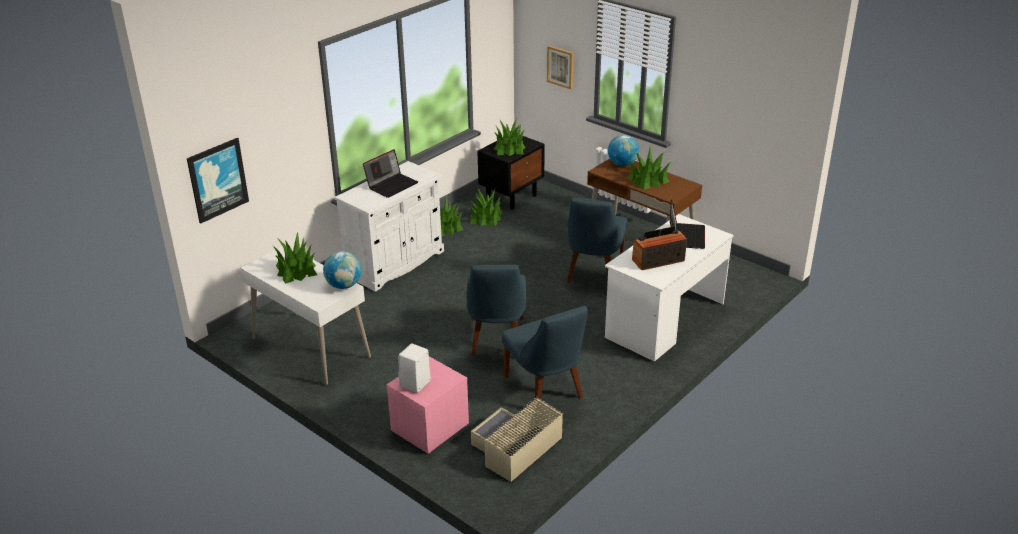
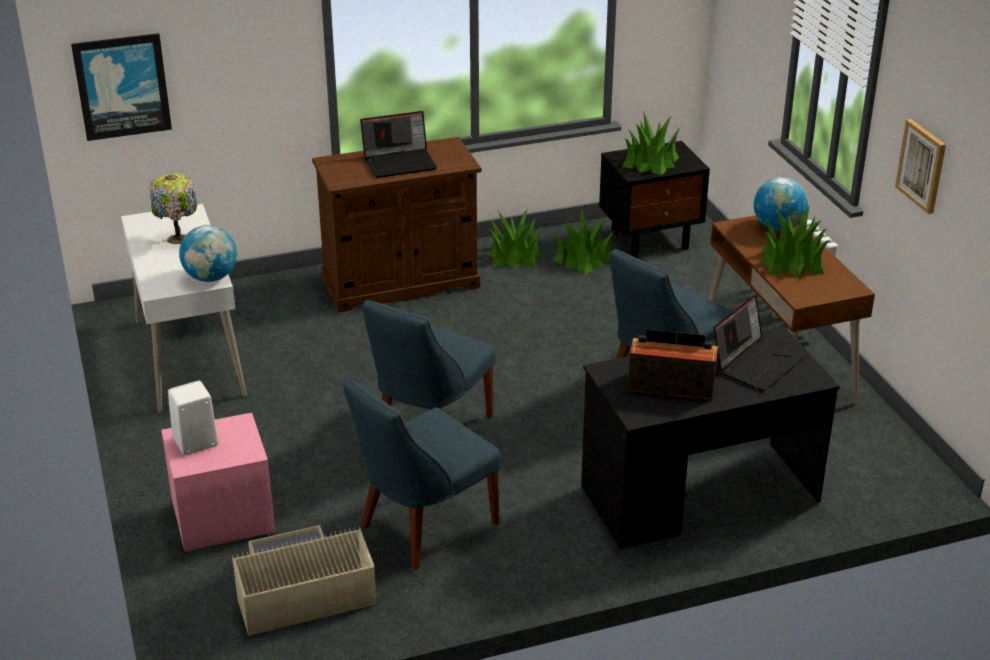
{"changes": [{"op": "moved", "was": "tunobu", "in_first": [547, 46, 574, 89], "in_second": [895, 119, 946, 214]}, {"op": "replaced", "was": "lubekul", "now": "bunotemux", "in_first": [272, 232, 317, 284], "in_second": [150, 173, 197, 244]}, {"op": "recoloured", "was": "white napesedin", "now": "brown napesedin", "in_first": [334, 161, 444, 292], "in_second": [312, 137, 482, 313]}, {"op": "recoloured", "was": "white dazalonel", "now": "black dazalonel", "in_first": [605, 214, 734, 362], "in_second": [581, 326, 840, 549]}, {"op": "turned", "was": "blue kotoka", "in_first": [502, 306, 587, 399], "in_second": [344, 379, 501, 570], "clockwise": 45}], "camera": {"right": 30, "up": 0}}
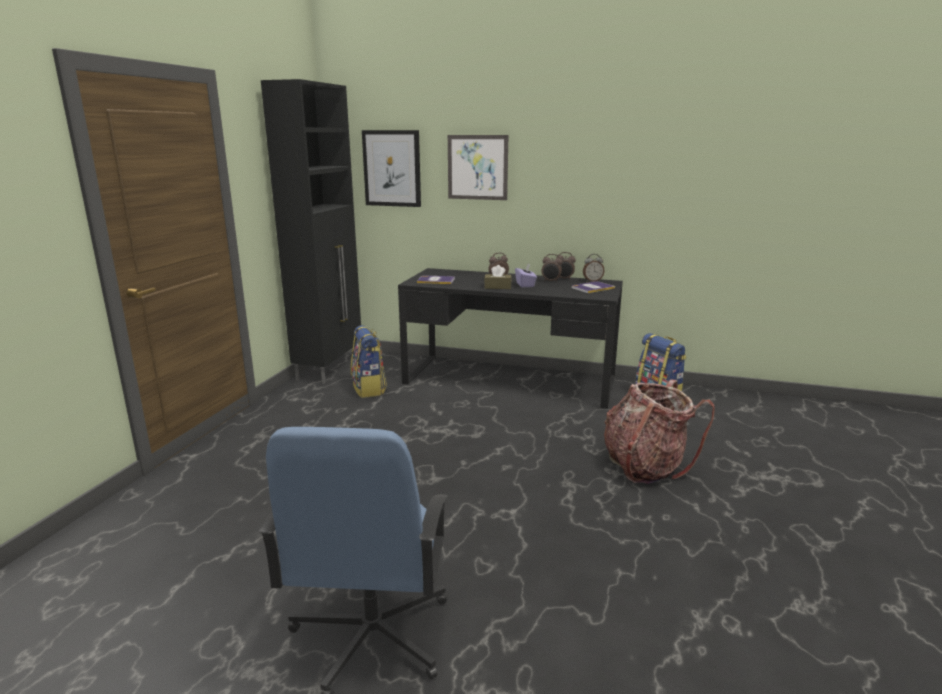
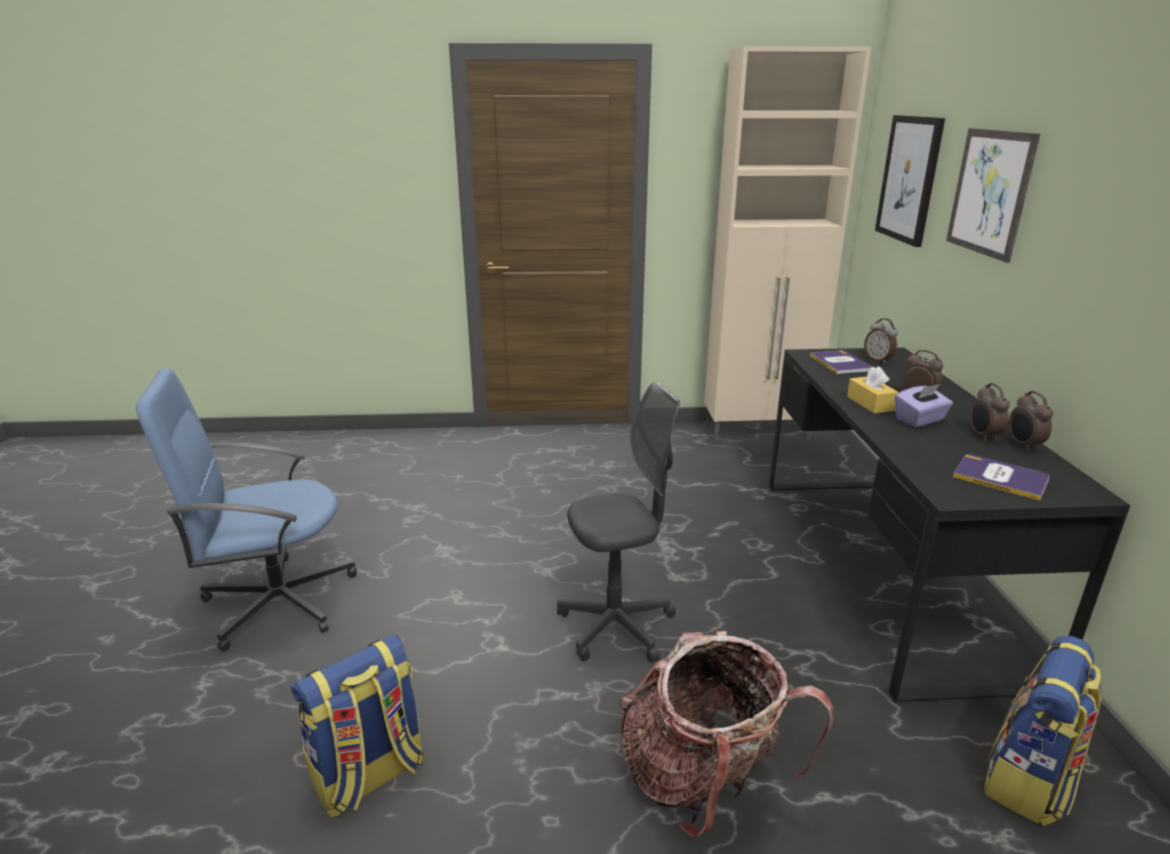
{"changes": [{"op": "added", "now": "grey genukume", "in_second": [557, 382, 680, 663]}, {"op": "moved", "was": "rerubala", "in_first": [351, 325, 387, 398], "in_second": [291, 635, 425, 818]}, {"op": "moved", "was": "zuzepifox", "in_first": [583, 254, 605, 282], "in_second": [864, 318, 898, 364]}, {"op": "recoloured", "was": "black napesedin", "now": "beige napesedin", "in_first": [261, 79, 361, 384], "in_second": [704, 46, 871, 442]}, {"op": "recoloured", "was": "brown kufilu", "now": "yellow kufilu", "in_first": [484, 265, 512, 289], "in_second": [847, 366, 899, 413]}], "camera": {"right": 70, "up": 5}}
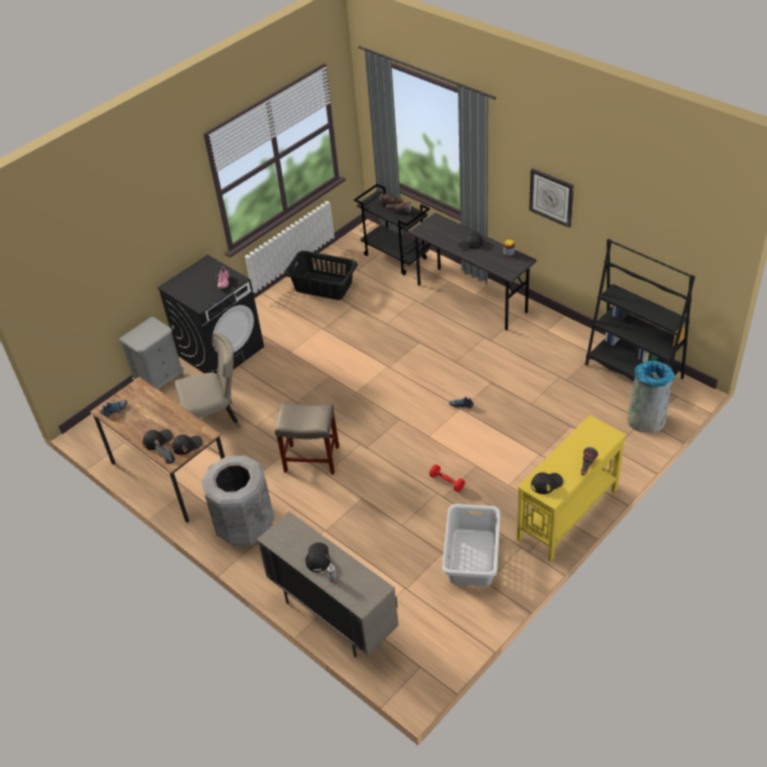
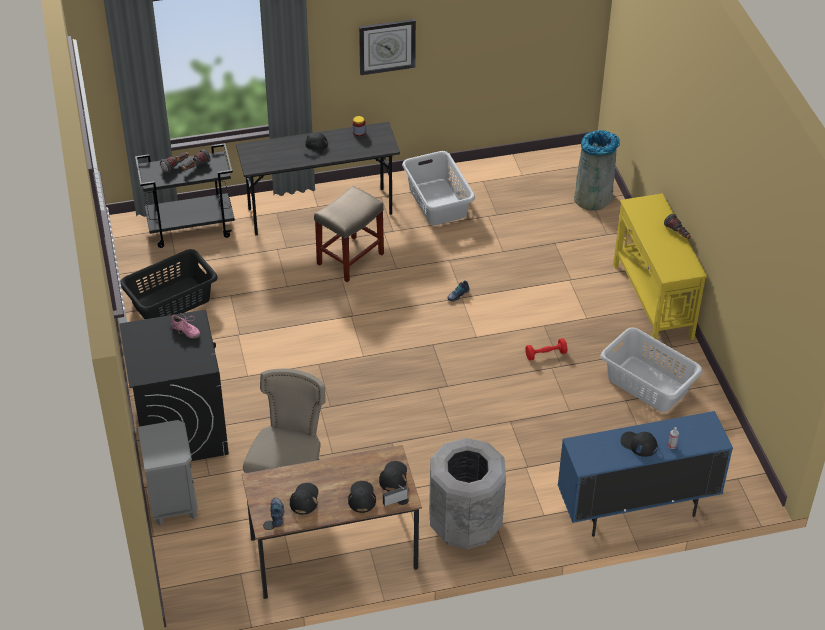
{"changes": [{"op": "removed", "was": "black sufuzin", "in_first": [585, 238, 695, 382]}, {"op": "added", "now": "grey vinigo", "in_second": [402, 151, 475, 225]}, {"op": "moved", "was": "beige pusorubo", "in_first": [275, 402, 339, 474], "in_second": [314, 186, 384, 282]}, {"op": "moved", "was": "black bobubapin", "in_first": [531, 472, 563, 494], "in_second": [290, 483, 319, 515]}, {"op": "recoloured", "was": "beige napesedin", "now": "blue napesedin", "in_first": [257, 512, 399, 658], "in_second": [558, 411, 733, 537]}], "camera": {"right": -60, "up": 0}}
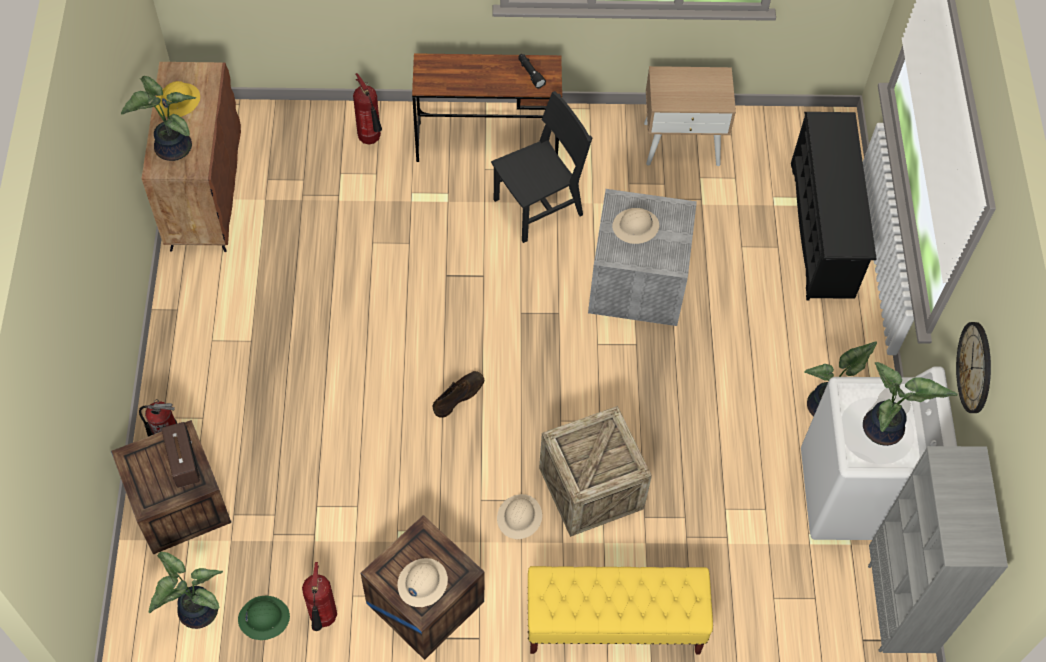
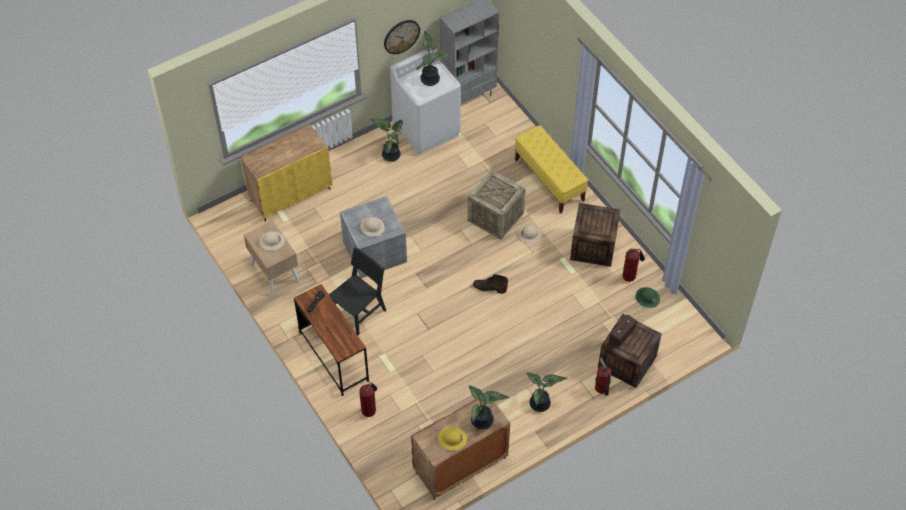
{"changes": [{"op": "moved", "was": "lubekul", "in_first": [149, 552, 223, 629], "in_second": [526, 372, 567, 412]}, {"op": "moved", "was": "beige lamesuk", "in_first": [398, 558, 448, 607], "in_second": [259, 231, 285, 251]}, {"op": "replaced", "was": "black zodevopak", "now": "yellow napesedin", "in_first": [791, 112, 876, 301], "in_second": [241, 124, 332, 221]}, {"op": "turned", "was": "black kotoka", "in_first": [491, 91, 592, 243], "in_second": [329, 247, 386, 335], "clockwise": 105}], "camera": {"right": -120, "up": -5}}
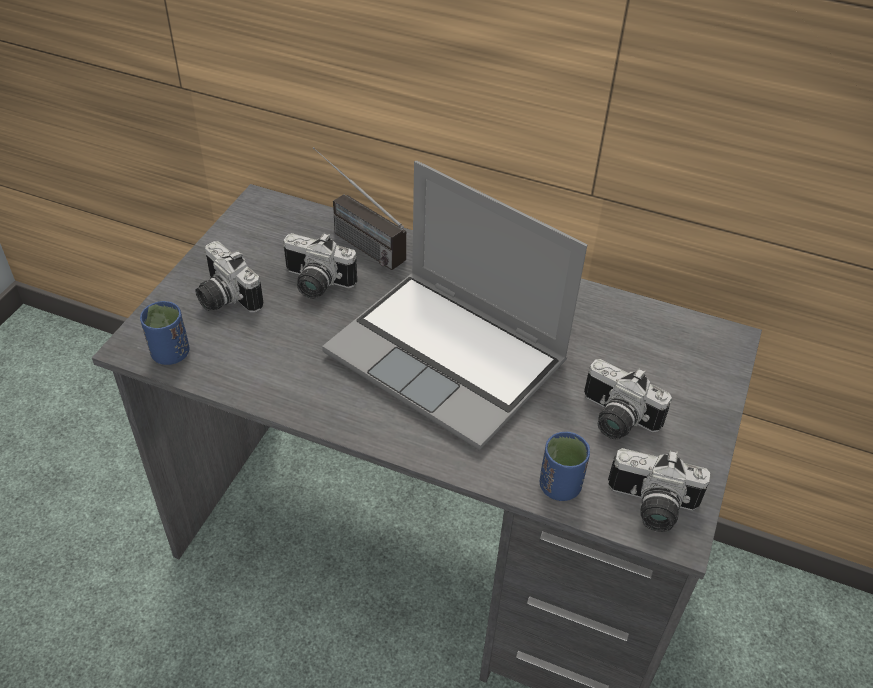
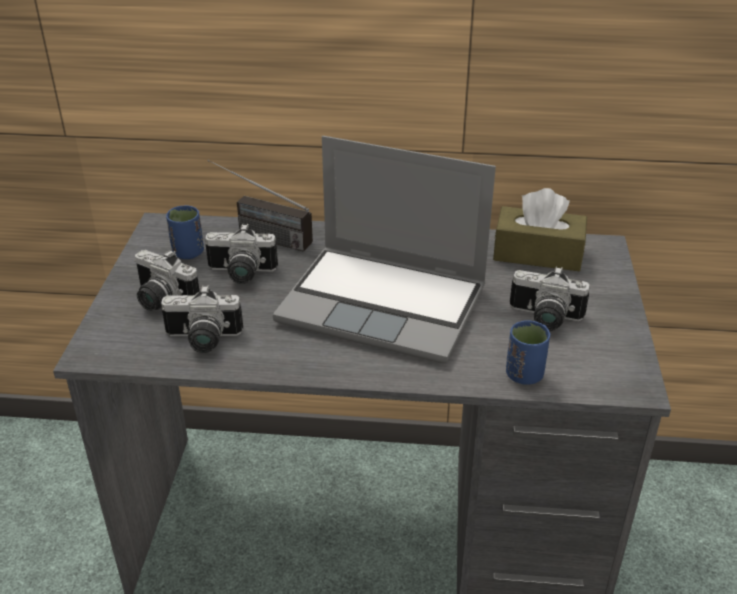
{"changes": [{"op": "added", "now": "brown kufilu", "in_second": [493, 188, 587, 271]}, {"op": "moved", "was": "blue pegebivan", "in_first": [140, 301, 190, 365], "in_second": [166, 205, 204, 259]}, {"op": "moved", "was": "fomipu", "in_first": [608, 448, 710, 532], "in_second": [161, 285, 243, 353]}], "camera": {"right": -15, "up": -10}}
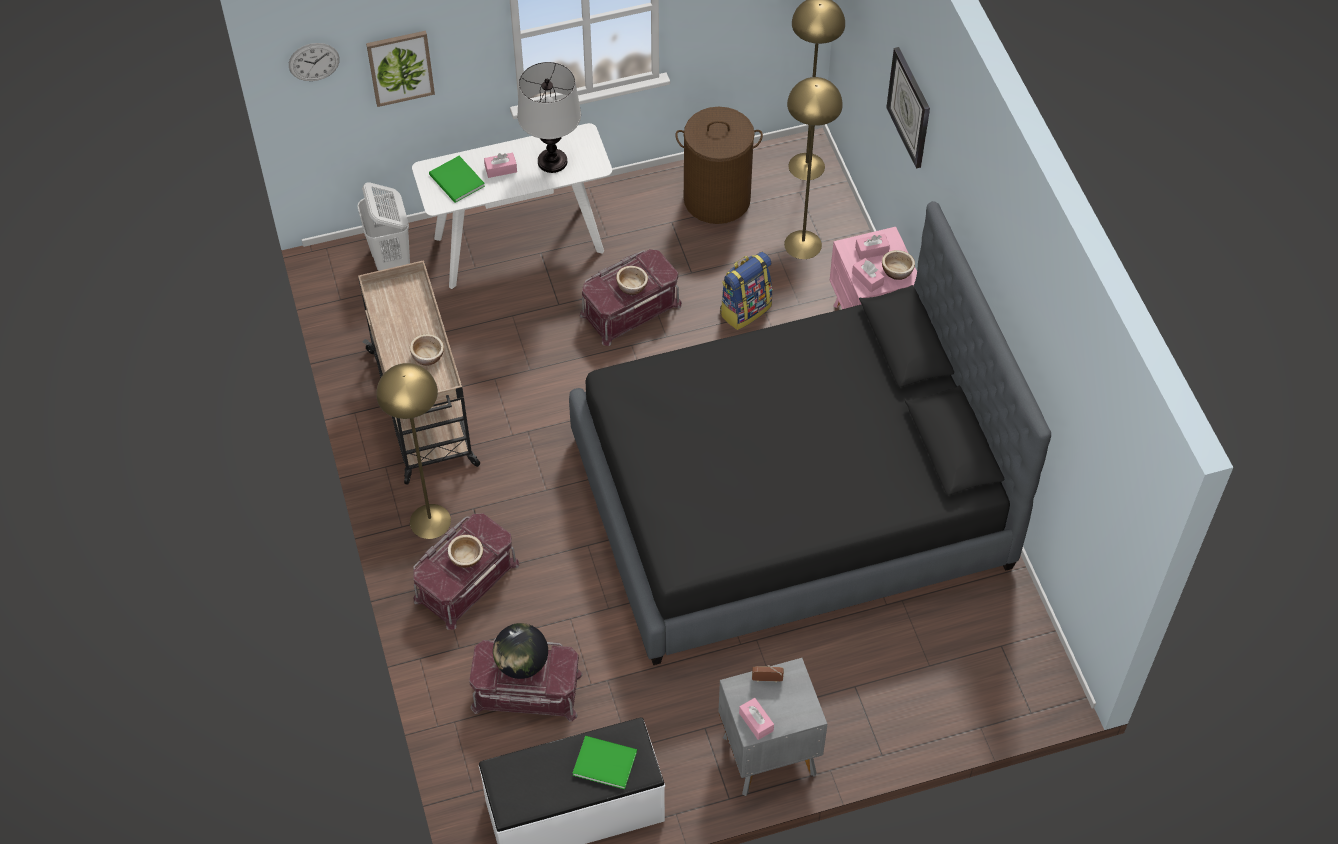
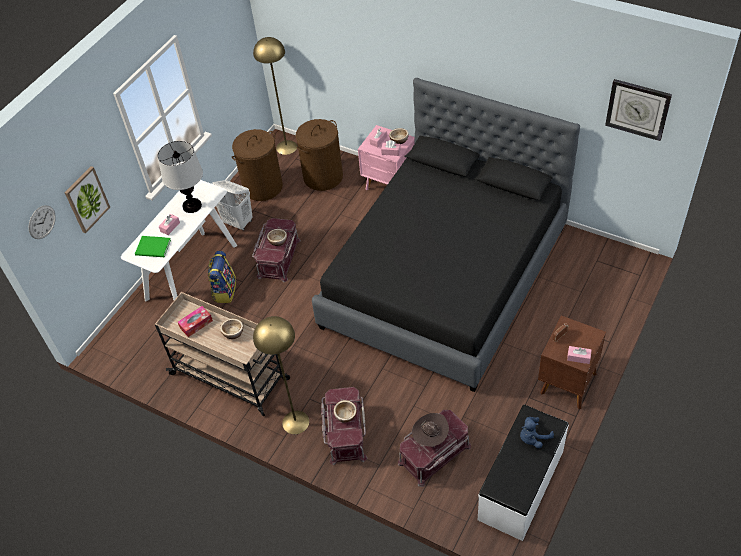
{"changes": [{"op": "added", "now": "kufilu", "in_second": [178, 306, 213, 337]}, {"op": "moved", "was": "white vinigo", "in_first": [357, 182, 410, 271], "in_second": [212, 180, 253, 230]}, {"op": "moved", "was": "rerubala", "in_first": [720, 252, 772, 330], "in_second": [208, 251, 236, 303]}, {"op": "moved", "was": "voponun", "in_first": [886, 47, 930, 169], "in_second": [605, 79, 672, 141]}, {"op": "replaced", "was": "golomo", "now": "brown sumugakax", "in_first": [493, 623, 548, 679], "in_second": [411, 413, 449, 447]}, {"op": "replaced", "was": "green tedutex", "now": "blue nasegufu", "in_first": [573, 736, 637, 789], "in_second": [520, 417, 554, 448]}, {"op": "replaced", "was": "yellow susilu", "now": "brown vinigo", "in_first": [784, 77, 843, 259], "in_second": [296, 119, 343, 191]}, {"op": "recoloured", "was": "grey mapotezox", "now": "brown mapotezox", "in_first": [718, 658, 827, 796], "in_second": [538, 316, 606, 409]}], "camera": {"right": -40, "up": -5}}
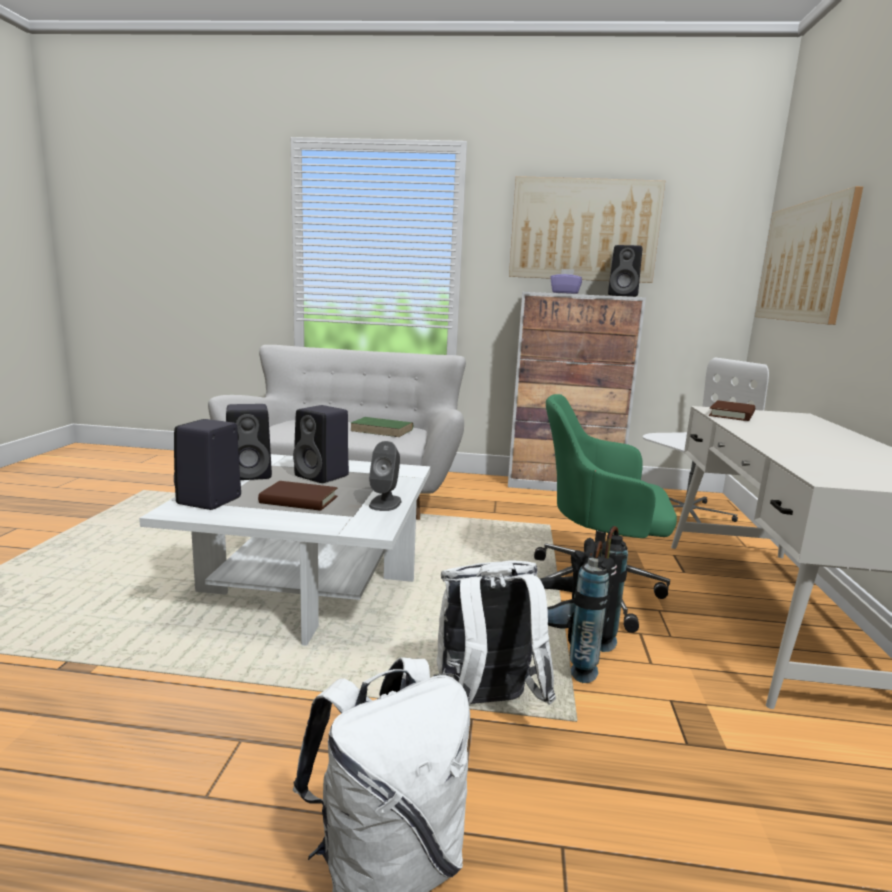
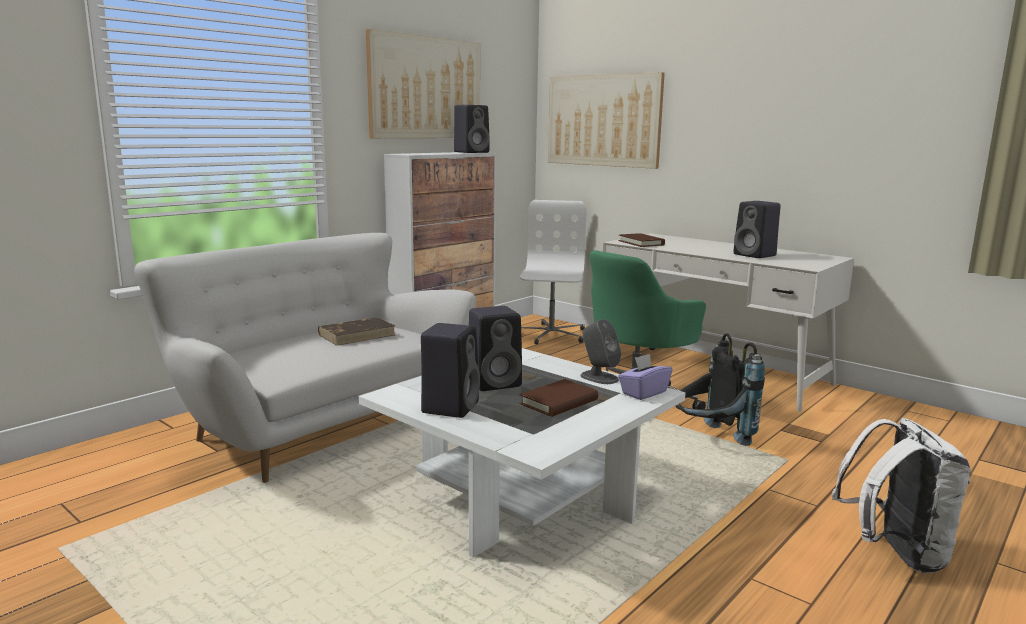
{"changes": [{"op": "removed", "was": "white rerubala", "in_first": [434, 560, 556, 705]}, {"op": "moved", "was": "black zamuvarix", "in_first": [174, 419, 241, 510], "in_second": [733, 201, 781, 258]}, {"op": "moved", "was": "purple kufilu", "in_first": [550, 269, 582, 294], "in_second": [618, 354, 673, 400]}, {"op": "recoloured", "was": "green tedutex", "now": "brown tedutex", "in_first": [351, 417, 413, 437], "in_second": [318, 317, 395, 346]}], "camera": {"right": -55, "up": 0}}
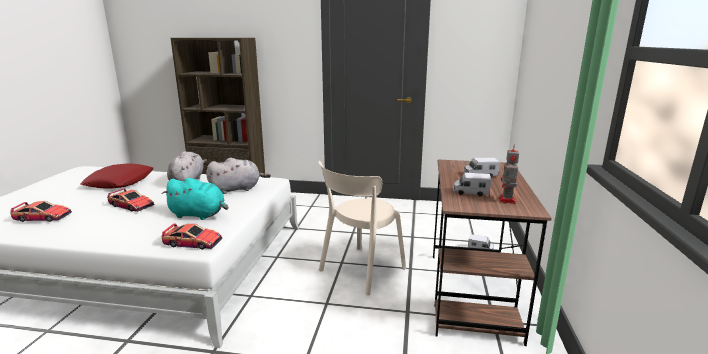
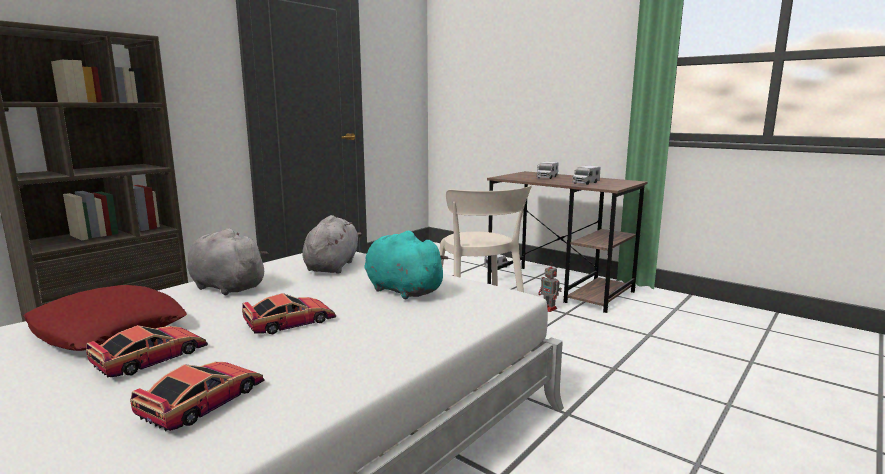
{"changes": [{"op": "moved", "was": "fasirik", "in_first": [161, 223, 222, 250], "in_second": [86, 325, 208, 378]}, {"op": "moved", "was": "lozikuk", "in_first": [498, 144, 519, 204], "in_second": [538, 262, 562, 312]}, {"op": "turned", "was": "turquoise nasegufu", "in_first": [162, 178, 228, 220], "in_second": [364, 231, 449, 299], "clockwise": -90}], "camera": {"right": -60, "up": -5}}
